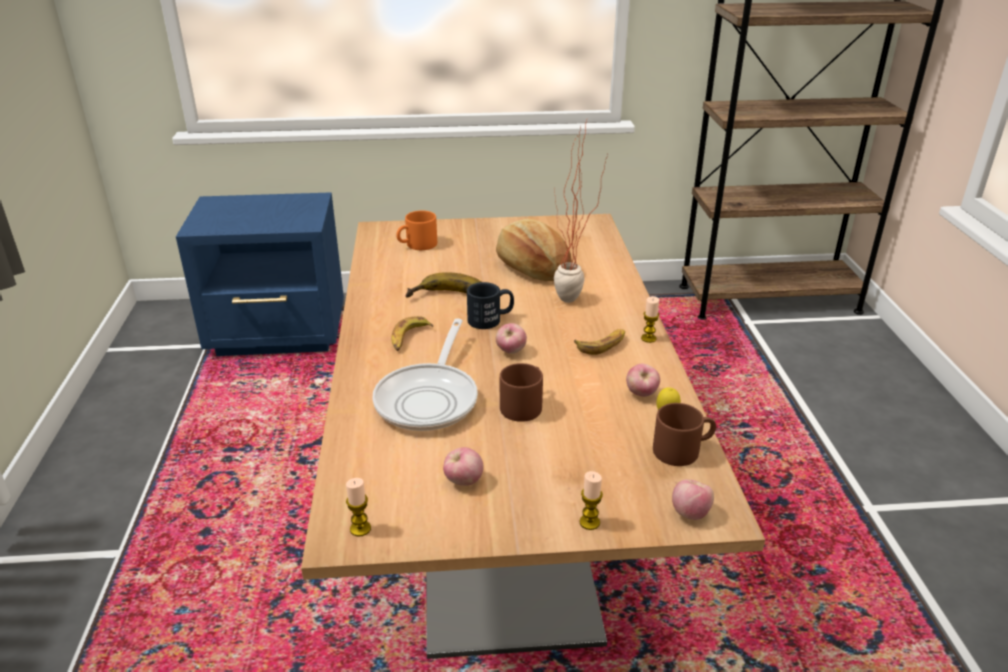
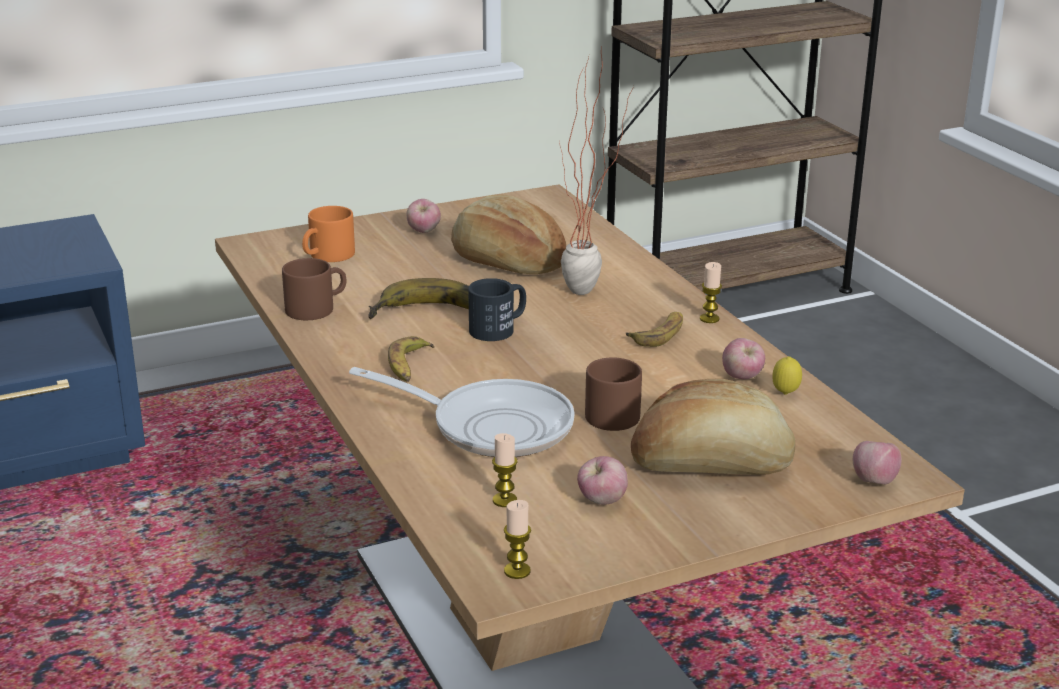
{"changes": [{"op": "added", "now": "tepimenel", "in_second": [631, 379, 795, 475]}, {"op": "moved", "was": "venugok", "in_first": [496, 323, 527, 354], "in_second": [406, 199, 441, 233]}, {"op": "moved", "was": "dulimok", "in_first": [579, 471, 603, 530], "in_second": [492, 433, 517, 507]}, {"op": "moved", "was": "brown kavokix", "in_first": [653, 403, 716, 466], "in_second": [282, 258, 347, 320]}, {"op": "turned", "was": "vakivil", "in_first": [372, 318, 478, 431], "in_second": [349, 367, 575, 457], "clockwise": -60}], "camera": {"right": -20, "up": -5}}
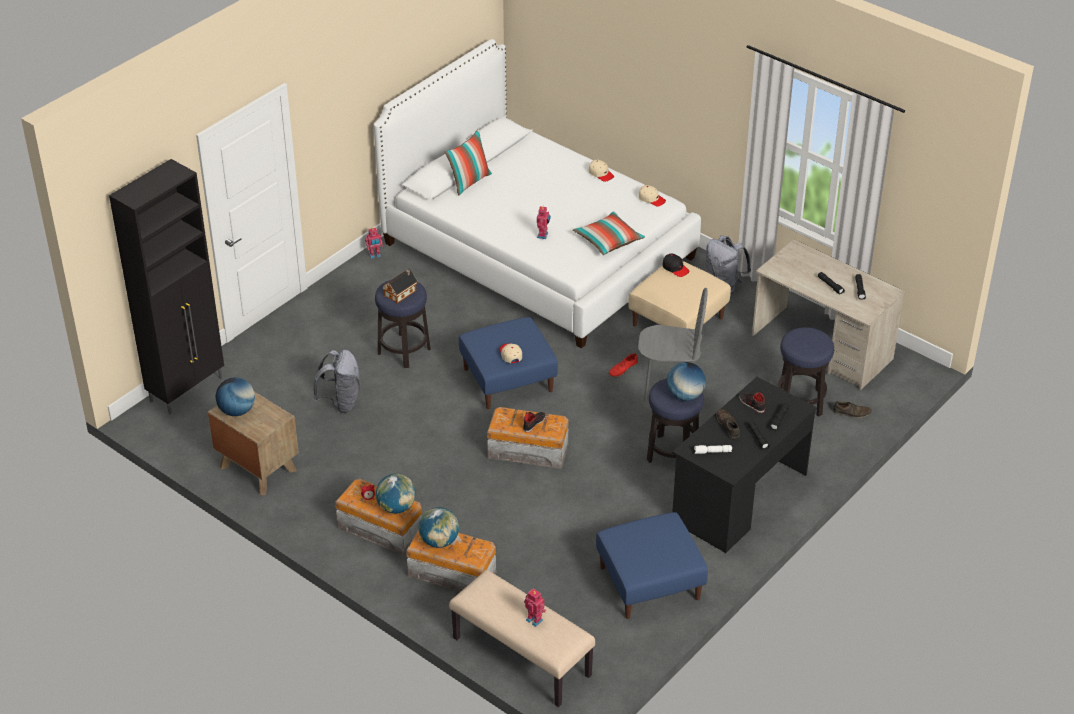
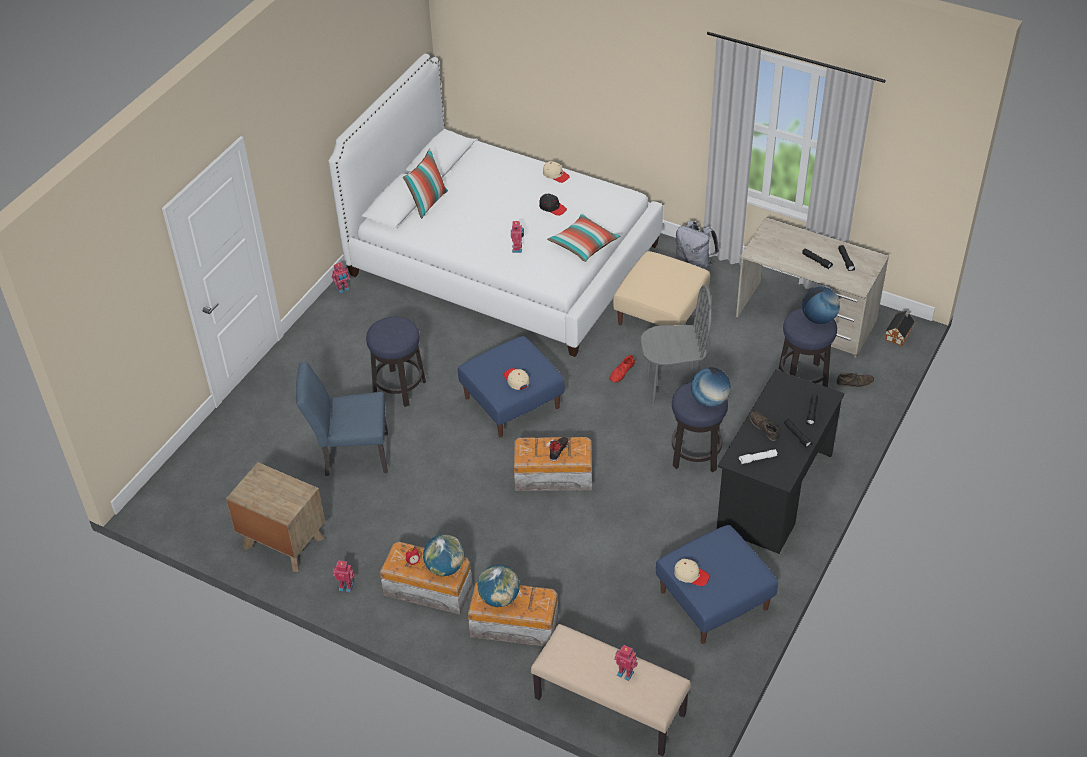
{"changes": [{"op": "removed", "was": "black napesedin", "in_first": [109, 159, 224, 414]}, {"op": "removed", "was": "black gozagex", "in_first": [739, 391, 765, 413]}, {"op": "added", "now": "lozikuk", "in_second": [333, 560, 355, 592]}, {"op": "moved", "was": "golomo", "in_first": [216, 377, 255, 416], "in_second": [802, 286, 840, 324]}, {"op": "moved", "was": "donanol", "in_first": [383, 269, 418, 303], "in_second": [885, 311, 915, 346]}, {"op": "moved", "was": "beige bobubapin", "in_first": [638, 185, 666, 207], "in_second": [674, 559, 709, 586]}, {"op": "moved", "was": "black bobubapin", "in_first": [662, 254, 690, 277], "in_second": [539, 194, 567, 216]}, {"op": "replaced", "was": "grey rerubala", "now": "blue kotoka", "in_first": [313, 350, 360, 413], "in_second": [296, 362, 388, 476]}], "camera": {"right": -10, "up": 5}}
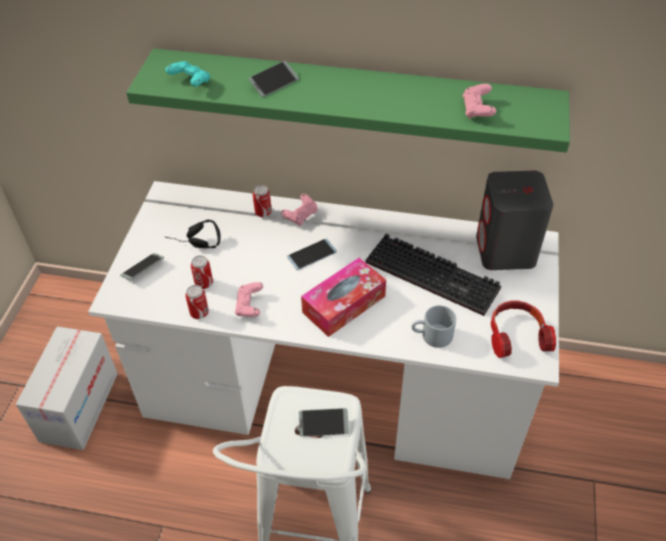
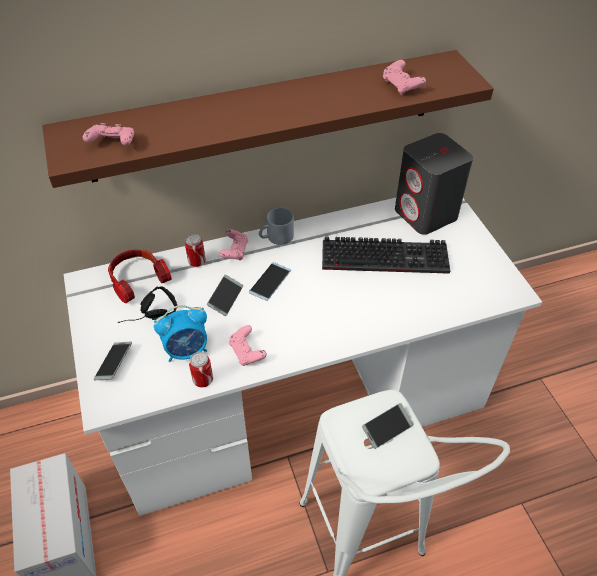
{"changes": [{"op": "removed", "was": "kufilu", "in_first": [301, 258, 386, 337]}, {"op": "moved", "was": "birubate", "in_first": [249, 61, 299, 97], "in_second": [207, 275, 243, 316]}, {"op": "moved", "was": "grey kavokix", "in_first": [411, 305, 456, 348], "in_second": [259, 208, 294, 245]}, {"op": "moved", "was": "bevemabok", "in_first": [491, 301, 556, 358], "in_second": [108, 249, 172, 303]}, {"op": "replaced", "was": "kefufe", "now": "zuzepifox", "in_first": [191, 255, 213, 289], "in_second": [154, 305, 207, 362]}, {"op": "recoloured", "was": "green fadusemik", "now": "brown fadusemik", "in_first": [126, 48, 570, 152], "in_second": [42, 50, 494, 188]}, {"op": "recoloured", "was": "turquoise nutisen", "now": "pink nutisen", "in_first": [165, 61, 210, 87], "in_second": [83, 123, 134, 146]}], "camera": {"right": -30, "up": 0}}
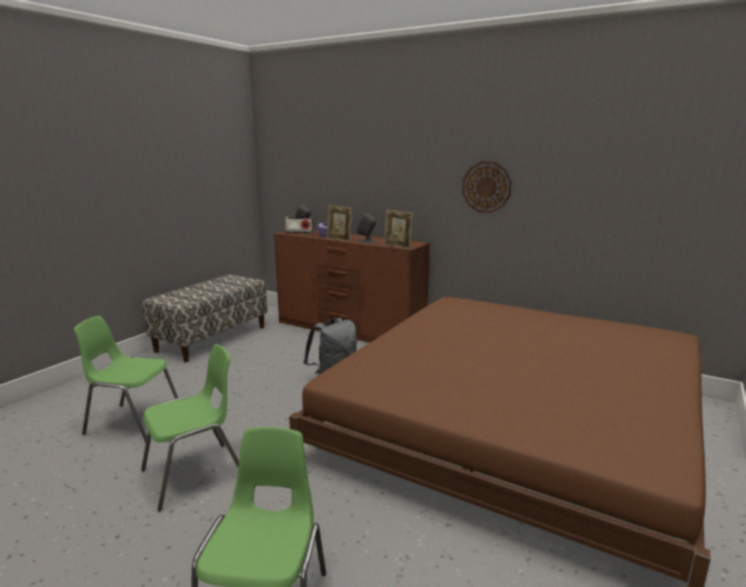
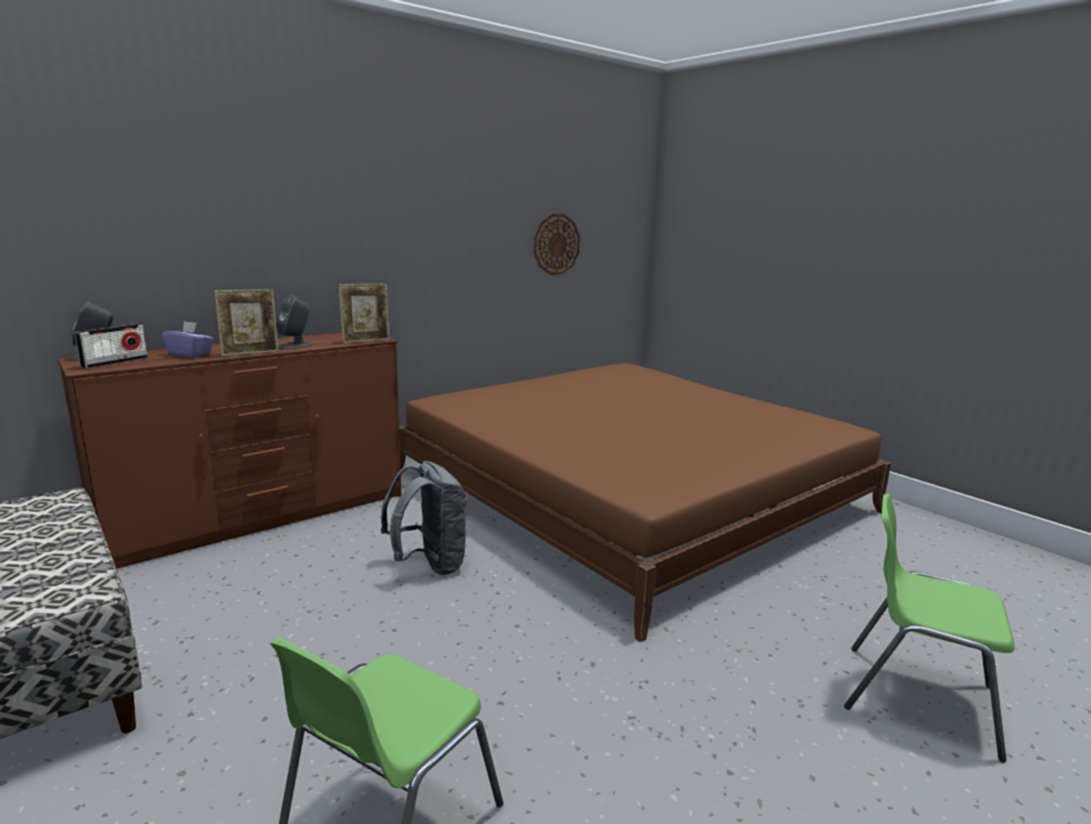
{"changes": [{"op": "removed", "was": "green kotoka", "in_first": [141, 344, 239, 512]}, {"op": "moved", "was": "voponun", "in_first": [462, 161, 512, 213], "in_second": [534, 214, 580, 275]}], "camera": {"right": -70, "up": 0}}
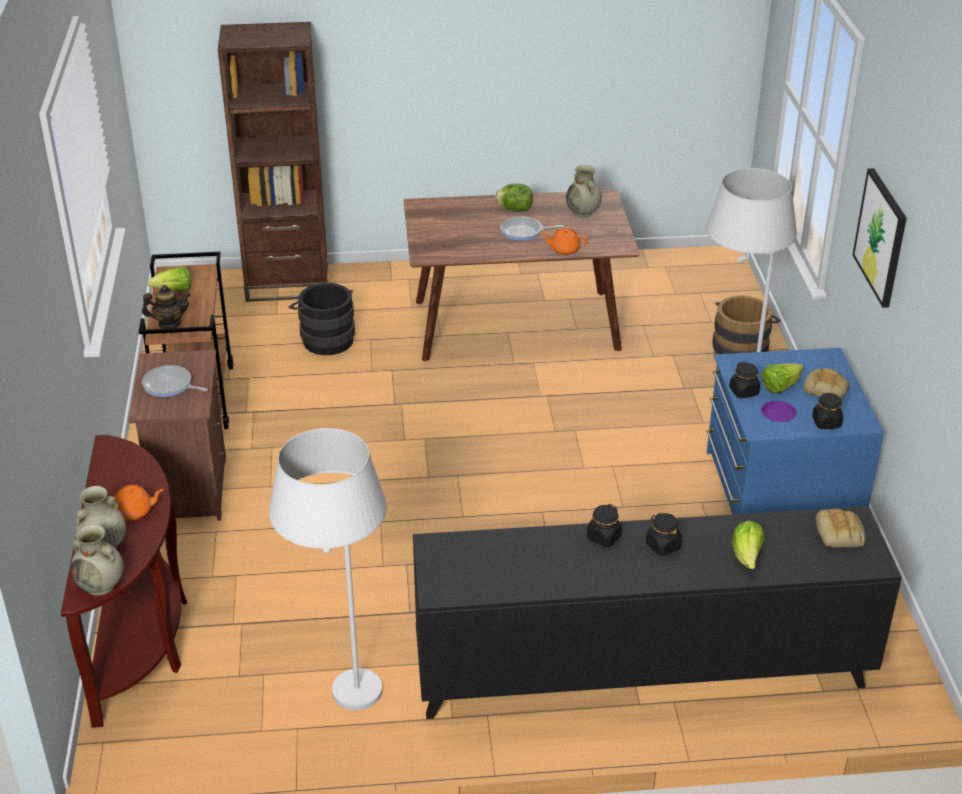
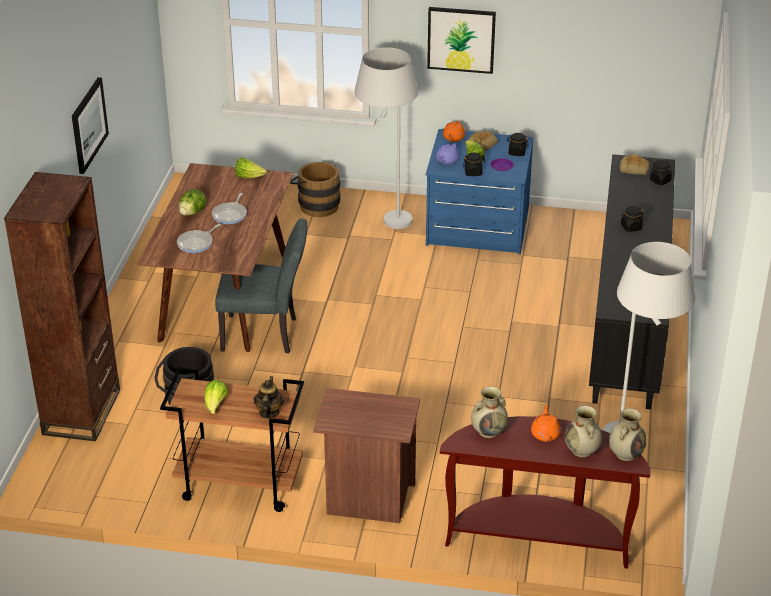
{"changes": [{"op": "added", "now": "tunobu", "in_second": [72, 77, 109, 174]}, {"op": "added", "now": "grey kotoka", "in_second": [215, 219, 307, 353]}, {"op": "added", "now": "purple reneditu", "in_second": [436, 143, 459, 165]}, {"op": "moved", "was": "vakivil", "in_first": [142, 365, 208, 397], "in_second": [177, 224, 221, 253]}, {"op": "moved", "was": "orange reneditu", "in_first": [540, 229, 588, 255], "in_second": [443, 120, 465, 142]}, {"op": "moved", "was": "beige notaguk", "in_first": [566, 165, 602, 218], "in_second": [471, 386, 508, 438]}, {"op": "moved", "was": "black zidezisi", "in_first": [587, 504, 622, 547], "in_second": [650, 160, 672, 185]}, {"op": "moved", "was": "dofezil", "in_first": [732, 521, 765, 569], "in_second": [235, 158, 267, 178]}], "camera": {"right": -75, "up": 0}}
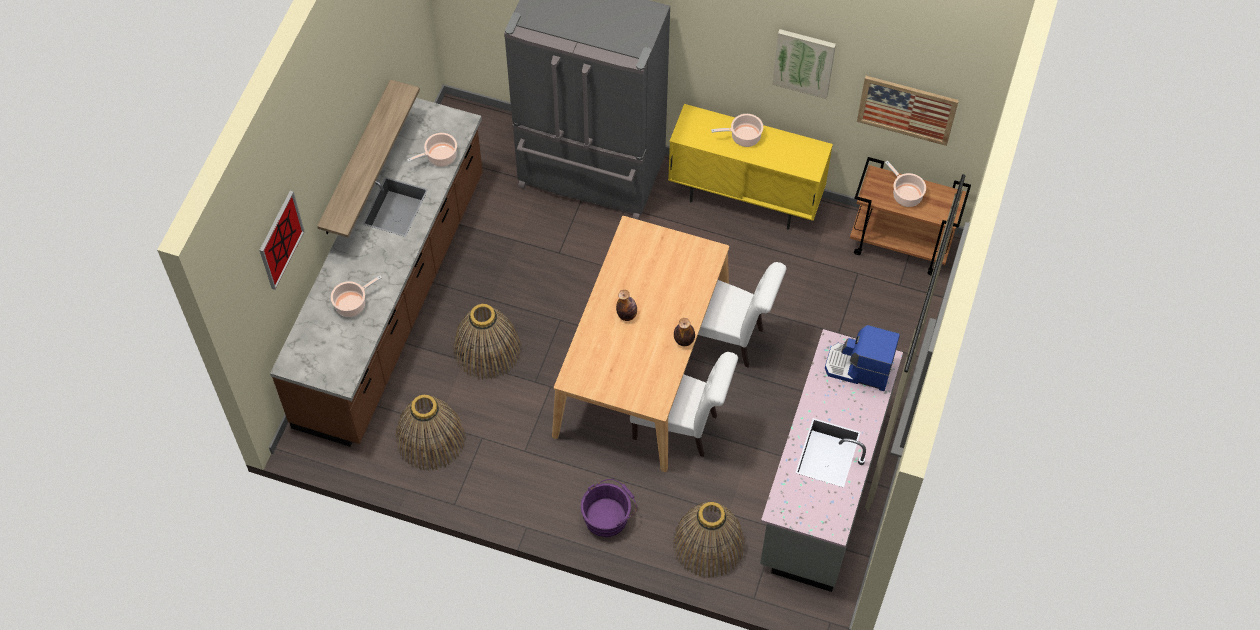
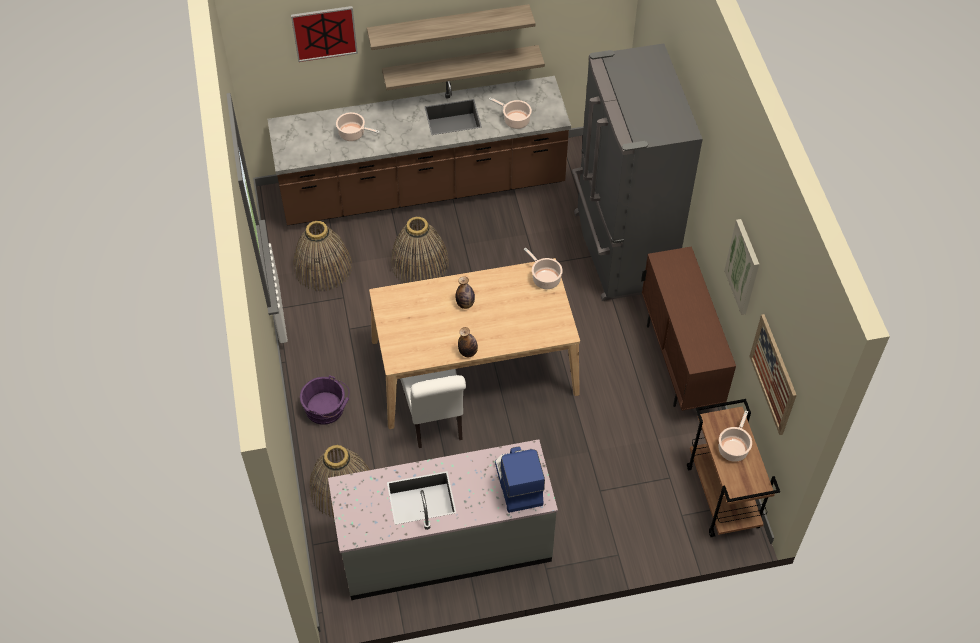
{"changes": [{"op": "removed", "was": "white kotoka", "in_first": [698, 262, 787, 367]}, {"op": "added", "now": "fadusemik", "in_second": [367, 4, 536, 50]}, {"op": "moved", "was": "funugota", "in_first": [711, 114, 763, 147], "in_second": [524, 248, 563, 289]}, {"op": "recoloured", "was": "yellow napesedin", "now": "brown napesedin", "in_first": [668, 104, 833, 230], "in_second": [641, 246, 736, 411]}], "camera": {"right": 60, "up": -5}}
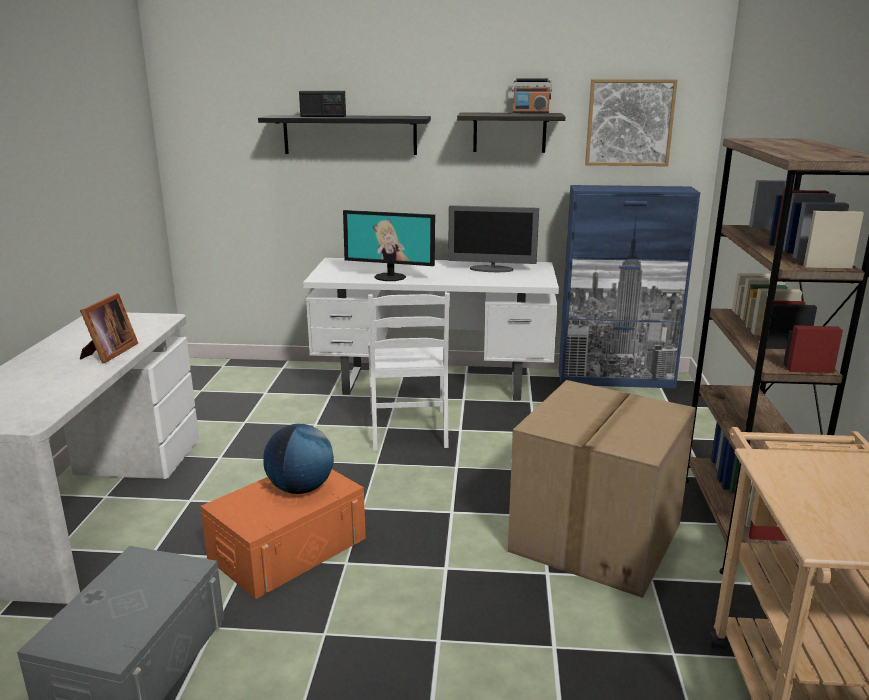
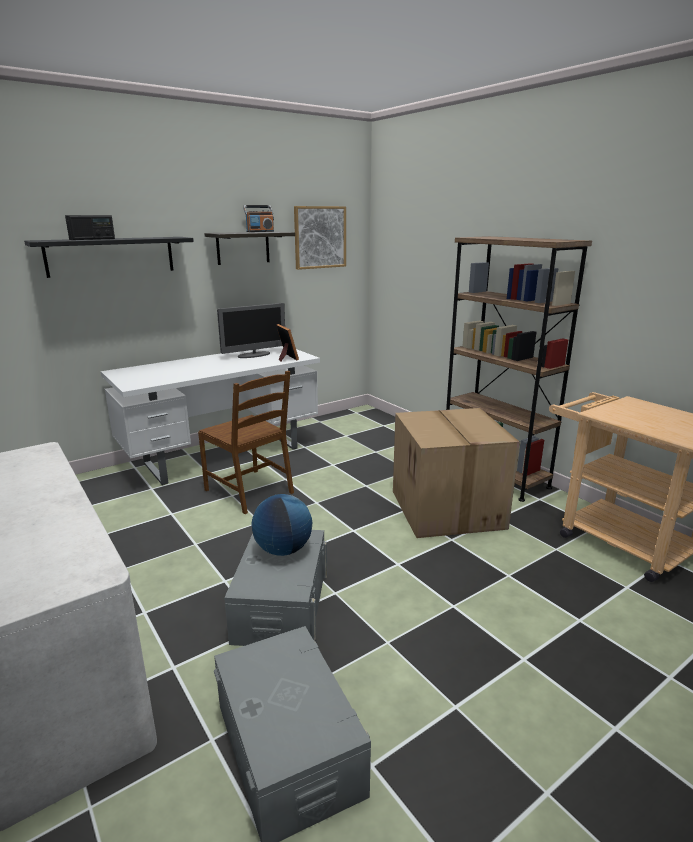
{"changes": [{"op": "removed", "was": "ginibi", "in_first": [343, 210, 435, 281]}, {"op": "removed", "was": "blue napesedin", "in_first": [559, 185, 700, 388]}, {"op": "moved", "was": "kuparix", "in_first": [80, 293, 138, 363], "in_second": [276, 324, 299, 362]}, {"op": "recoloured", "was": "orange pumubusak", "now": "grey pumubusak", "in_first": [200, 470, 366, 599], "in_second": [224, 530, 327, 646]}, {"op": "recoloured", "was": "white kotoka", "now": "brown kotoka", "in_first": [368, 293, 450, 451], "in_second": [198, 371, 294, 514]}], "camera": {"right": -40, "up": 0}}
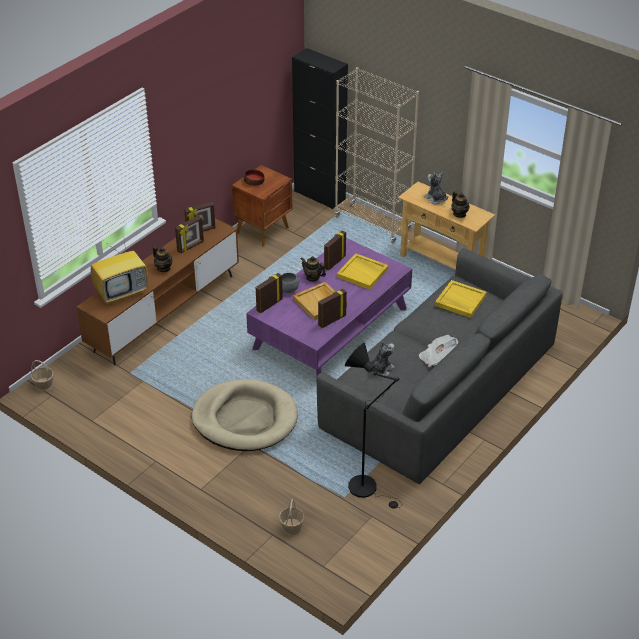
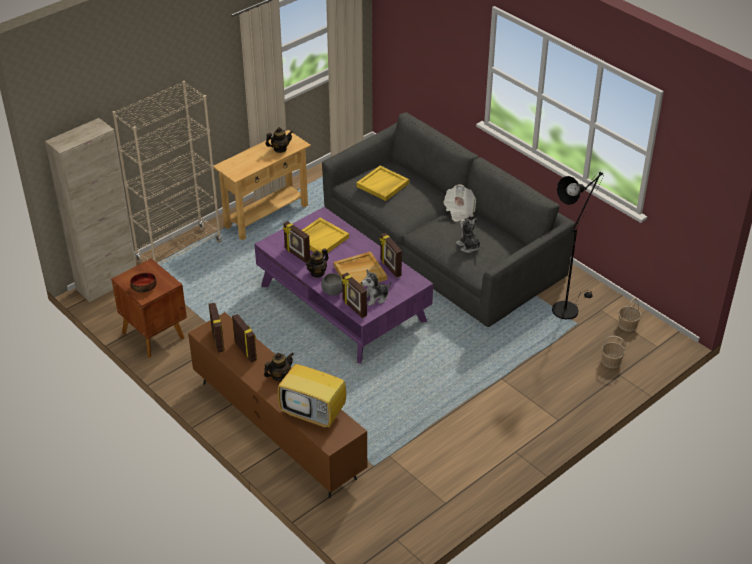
{"changes": [{"op": "removed", "was": "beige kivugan", "in_first": [192, 379, 298, 451]}, {"op": "moved", "was": "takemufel", "in_first": [31, 360, 54, 392], "in_second": [618, 298, 642, 331]}, {"op": "moved", "was": "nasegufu", "in_first": [424, 172, 448, 204], "in_second": [361, 269, 392, 306]}, {"op": "recoloured", "was": "black napesedin", "now": "beige napesedin", "in_first": [292, 48, 348, 209], "in_second": [45, 118, 137, 302]}, {"op": "turned", "was": "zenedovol", "in_first": [91, 233, 149, 304], "in_second": [278, 351, 346, 428], "clockwise": 135}], "camera": {"right": -80, "up": 0}}
